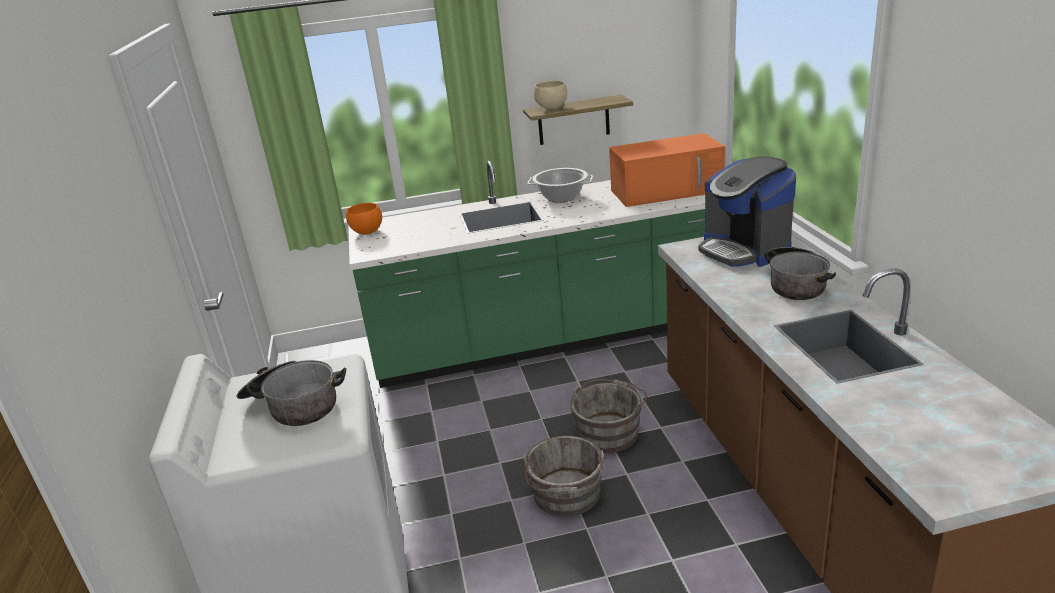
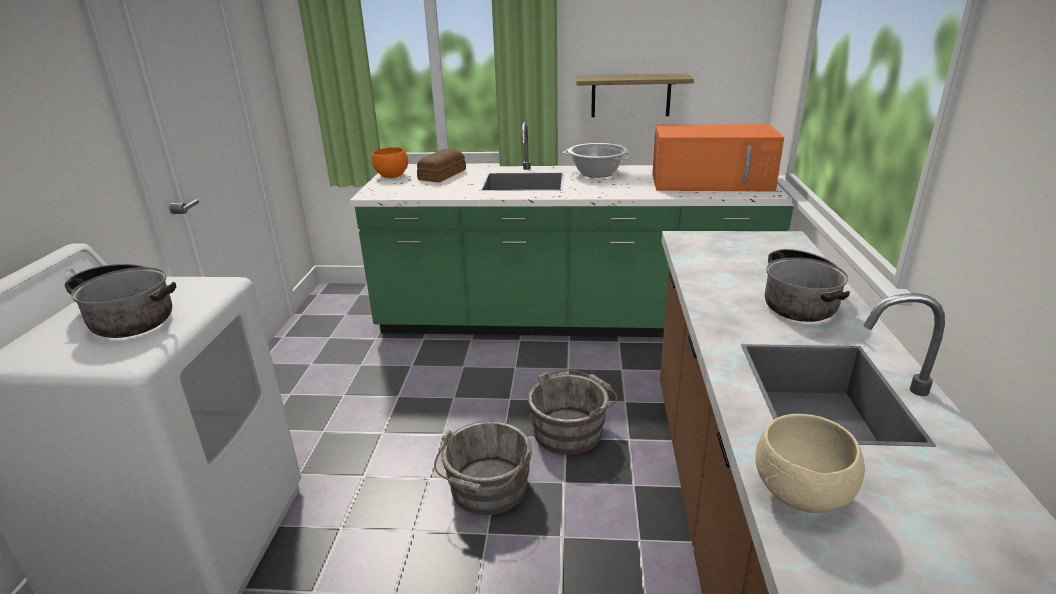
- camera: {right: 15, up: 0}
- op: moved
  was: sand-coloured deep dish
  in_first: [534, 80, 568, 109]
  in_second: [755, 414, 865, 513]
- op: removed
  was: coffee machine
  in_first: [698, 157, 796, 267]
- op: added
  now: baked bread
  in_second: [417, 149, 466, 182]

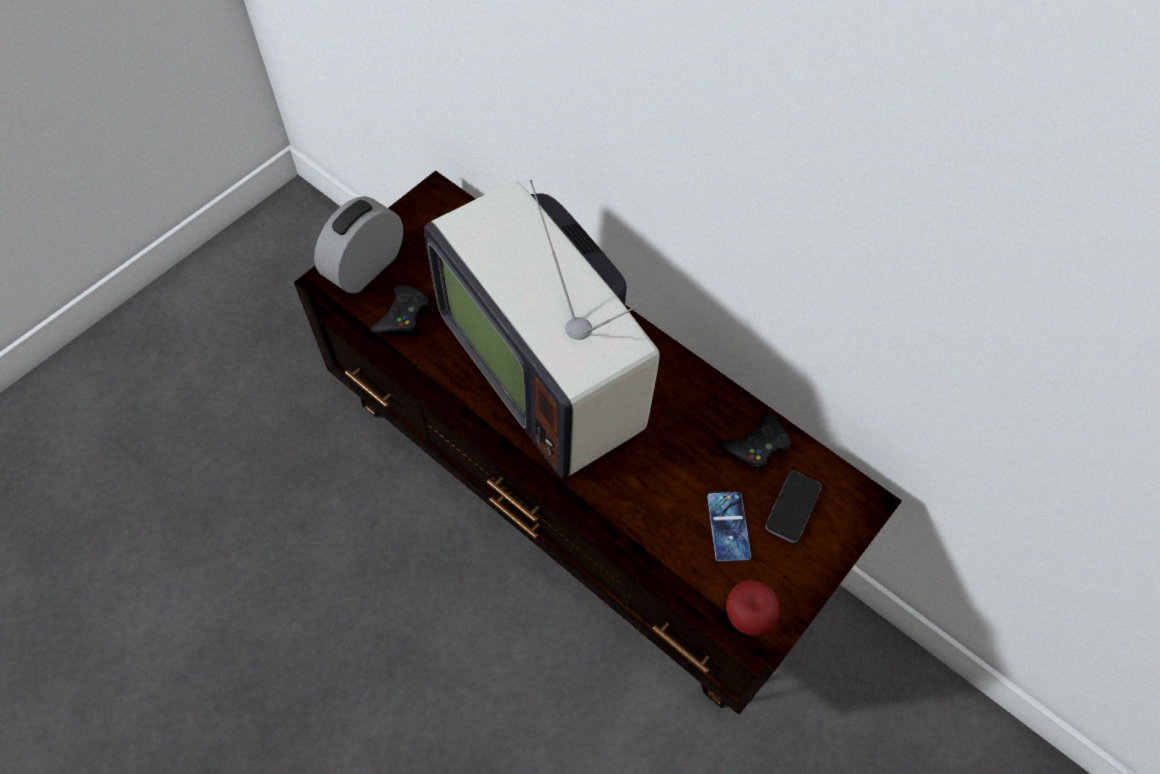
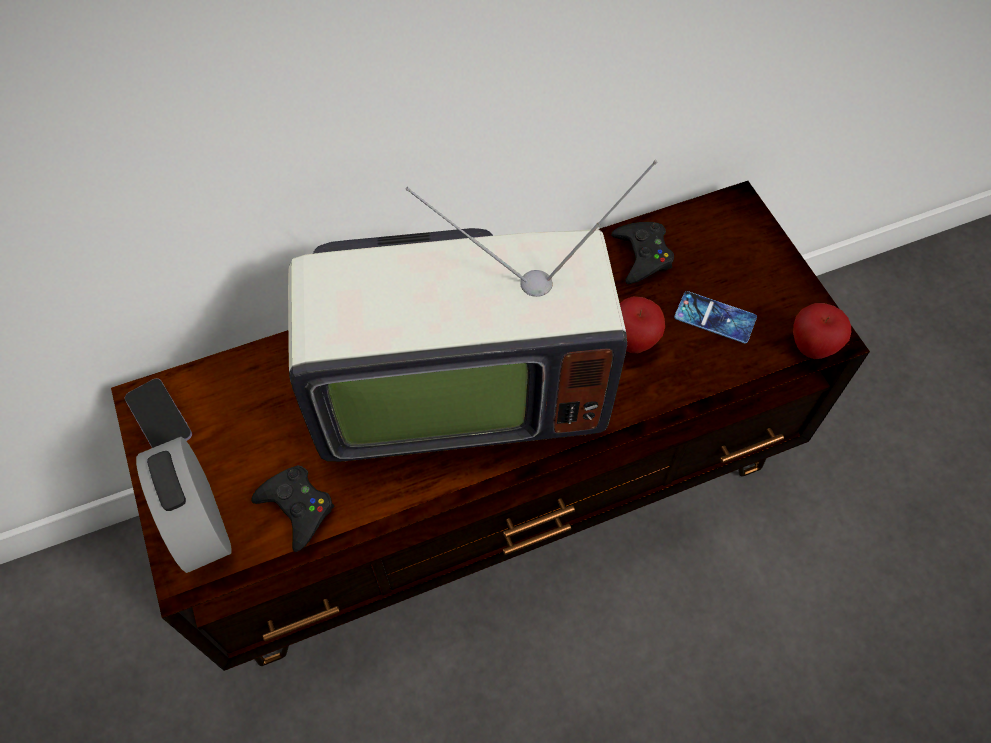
- camera: {right: -60, up: 0}
- op: moved
  was: telephone
  in_first: [765, 471, 821, 543]
  in_second: [125, 378, 192, 448]
- op: added
  now: apple
  in_second: [620, 296, 665, 353]

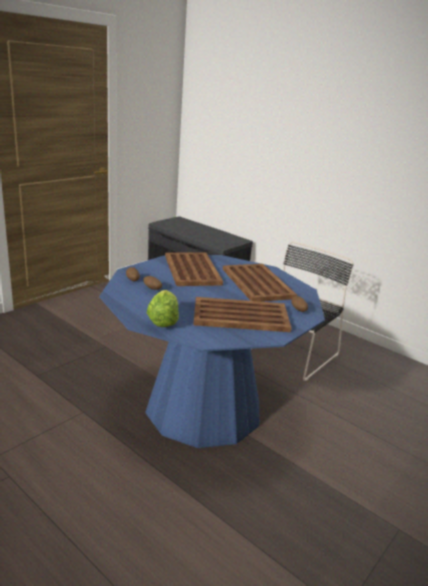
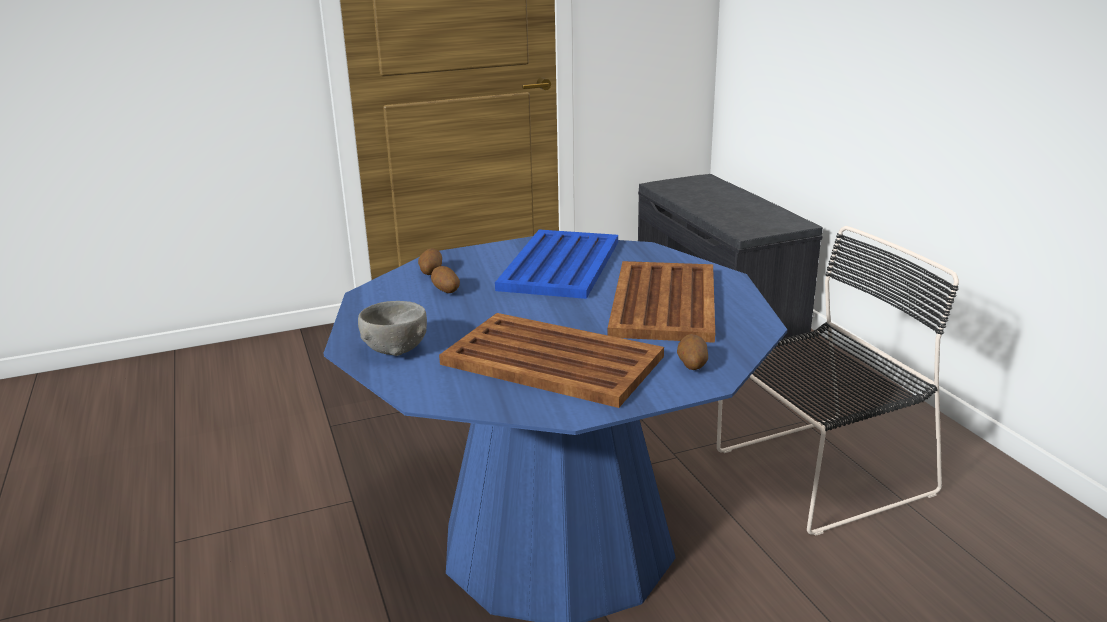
- camera: {right: 30, up: 0}
- op: replaced
  was: lettuce
  now: gray deep dish
  in_first: [146, 290, 179, 327]
  in_second: [358, 301, 427, 356]
- op: recoloured
  was: brown carrying tray
  now: bluish carrying tray
  in_first: [165, 253, 223, 286]
  in_second: [495, 230, 618, 299]

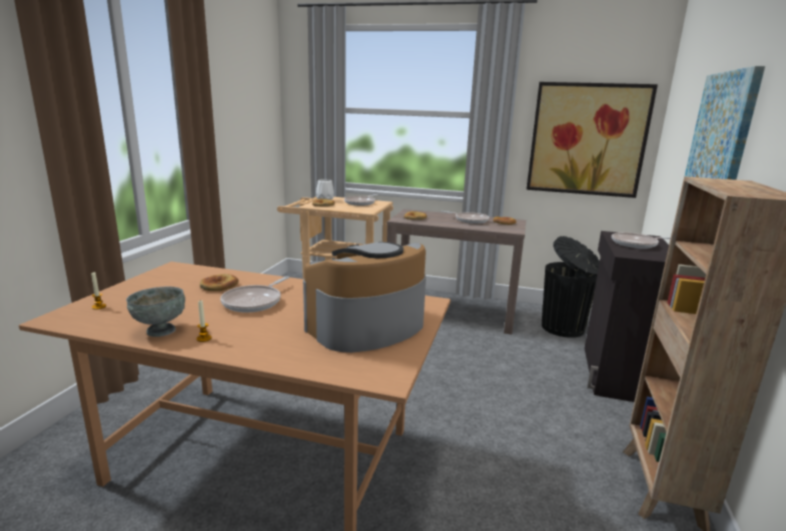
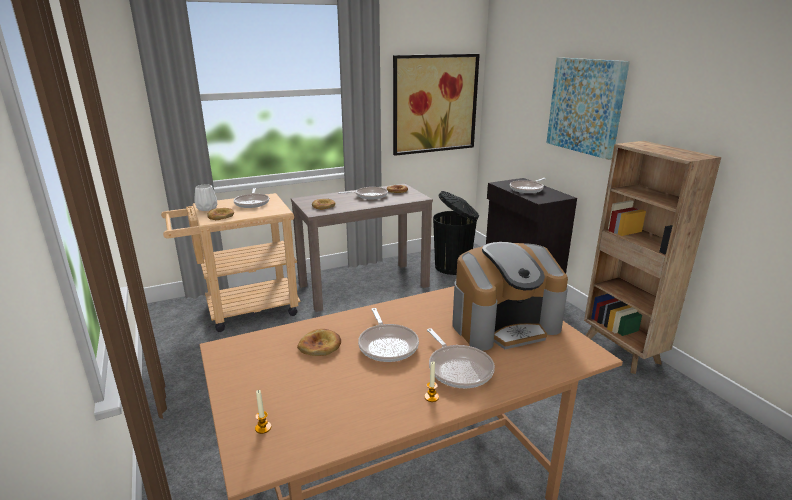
- camera: {right: -40, up: 5}
- op: removed
  was: gray deep dish
  in_first: [126, 287, 185, 337]
- op: turned
  was: coffee machine
  in_first: [303, 242, 426, 353]
  in_second: [452, 242, 568, 351]
  clockwise: -120
- op: added
  now: pan
  in_second: [427, 328, 495, 388]

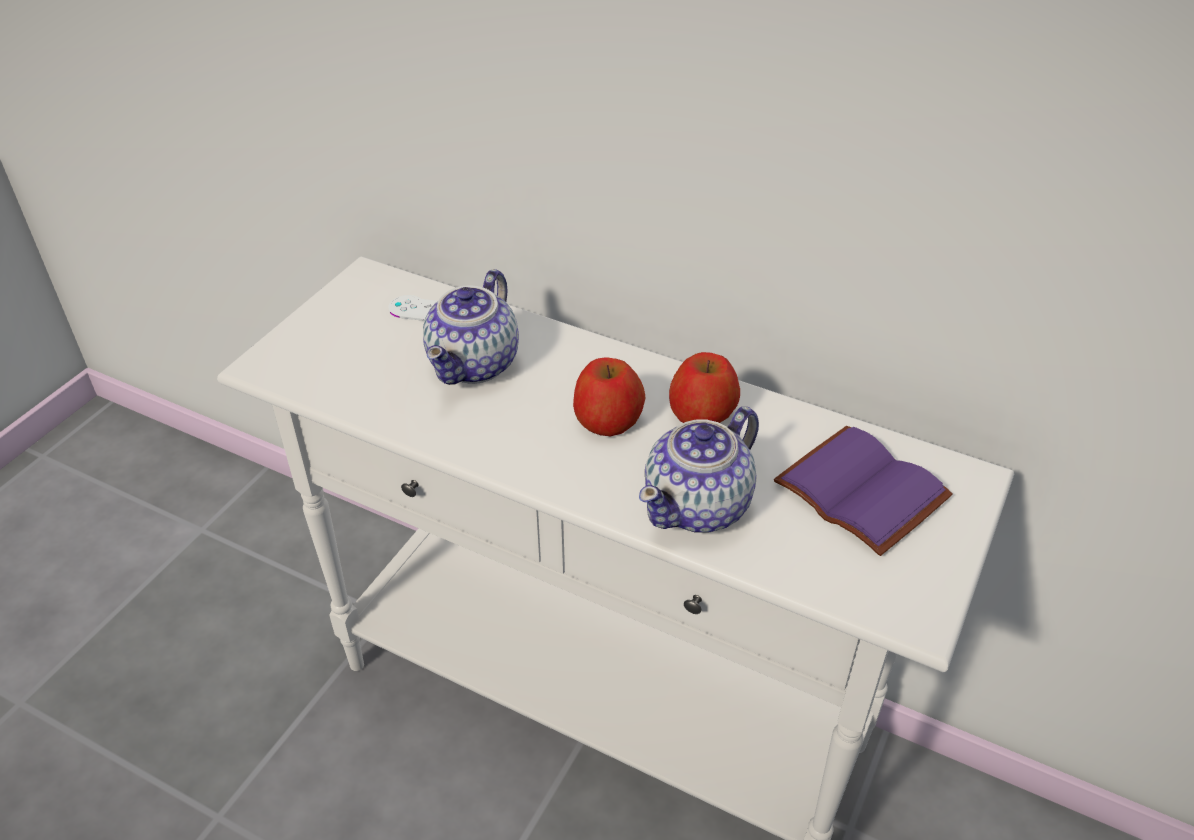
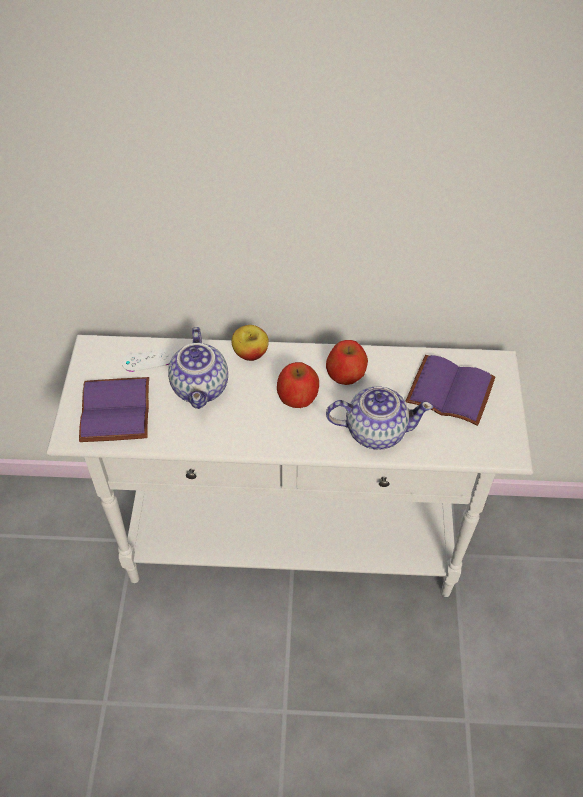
- camera: {right: -25, up: 10}
- op: turned
  was: pot for tea
  in_first: [639, 407, 759, 533]
  in_second: [326, 386, 433, 450]
  clockwise: -105
- op: added
  now: purple bound book
  in_second: [79, 377, 149, 442]
- op: added
  now: apple
  in_second: [232, 325, 269, 361]

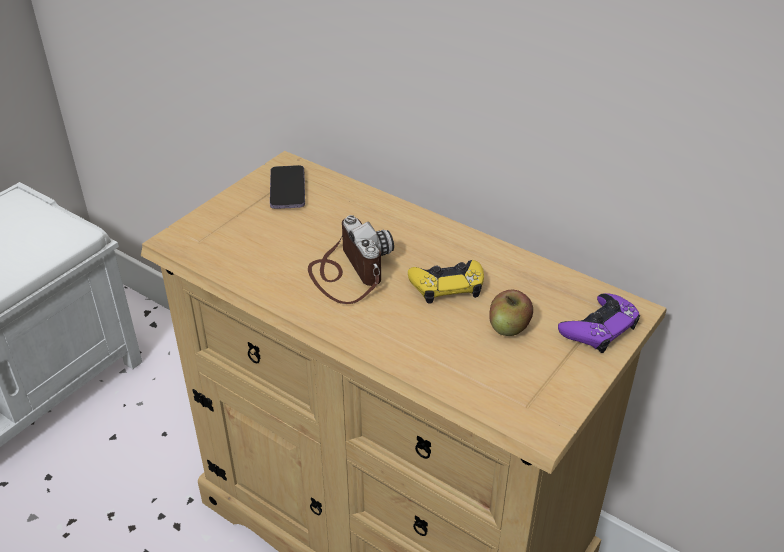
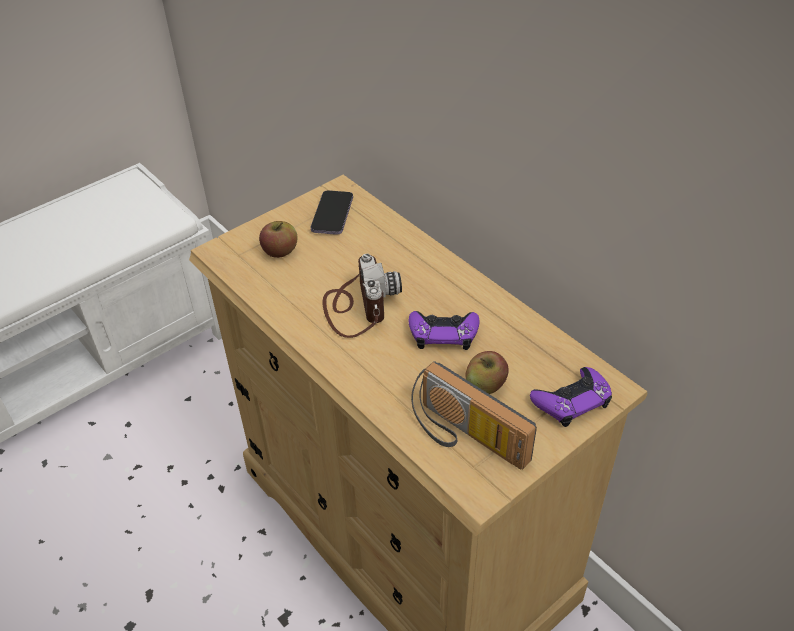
- camera: {right: 15, up: 5}
- op: recoloured
  was: yellow joypad
  now: purple joypad
  in_first: [408, 260, 484, 304]
  in_second: [409, 311, 480, 350]
- op: added
  now: apple
  in_second: [259, 221, 298, 258]
- op: added
  now: radio set
  in_second: [411, 361, 537, 469]

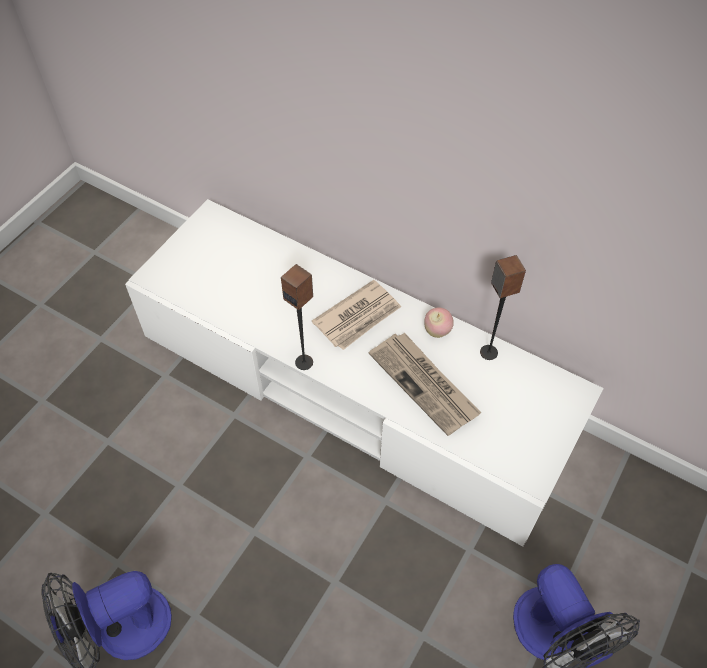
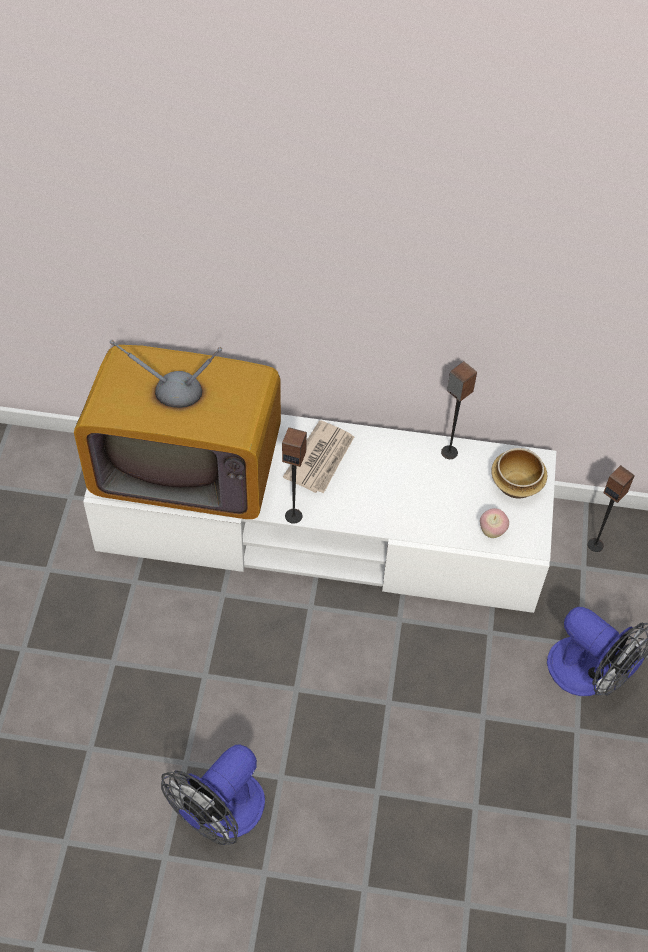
- camera: {right: -25, up: 0}
- op: removed
  was: newspaper
  in_first: [369, 333, 482, 436]
- op: moved
  was: apple
  in_first: [424, 307, 454, 338]
  in_second: [480, 508, 509, 538]
- op: added
  now: TV set
  in_second: [74, 340, 281, 519]
- op: added
  now: deep dish
  in_second: [491, 448, 547, 498]
- op: added
  now: audio speaker
  in_second: [588, 465, 635, 552]

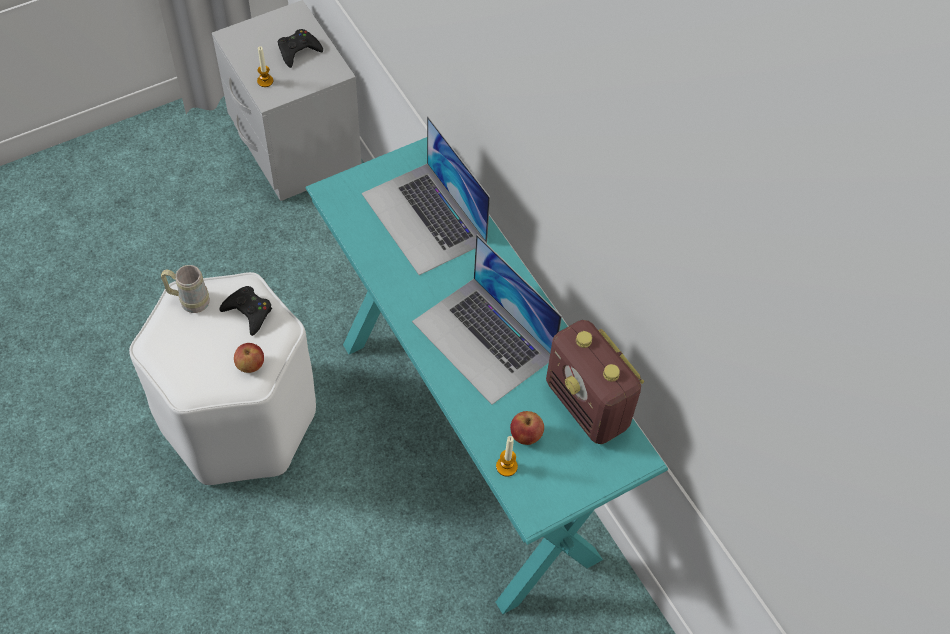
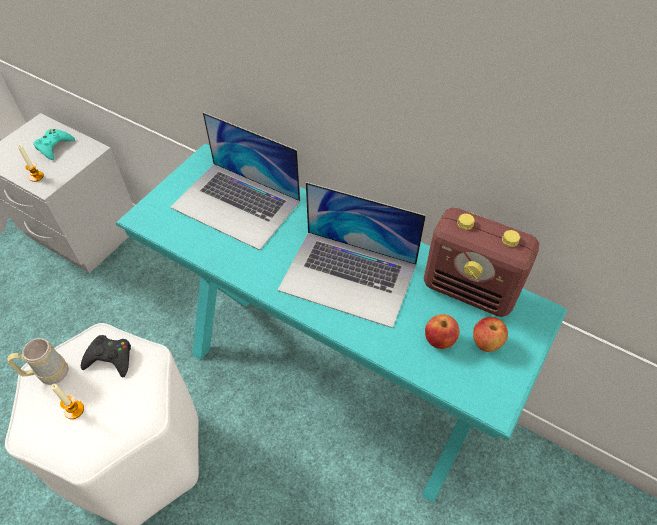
- camera: {right: -25, up: -5}
- op: moved
  was: apple
  in_first: [234, 343, 264, 373]
  in_second: [473, 317, 508, 352]
- op: recoloured
  was: black-coloured joypad
  now: turquoise joypad
  in_first: [278, 29, 323, 68]
  in_second: [33, 129, 75, 160]
- op: moved
  was: wax light
  in_first: [496, 436, 518, 477]
  in_second: [51, 384, 84, 419]

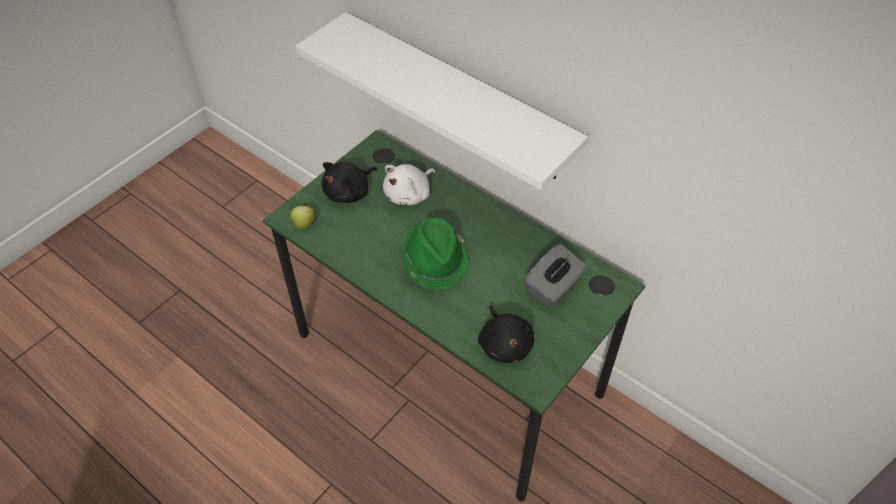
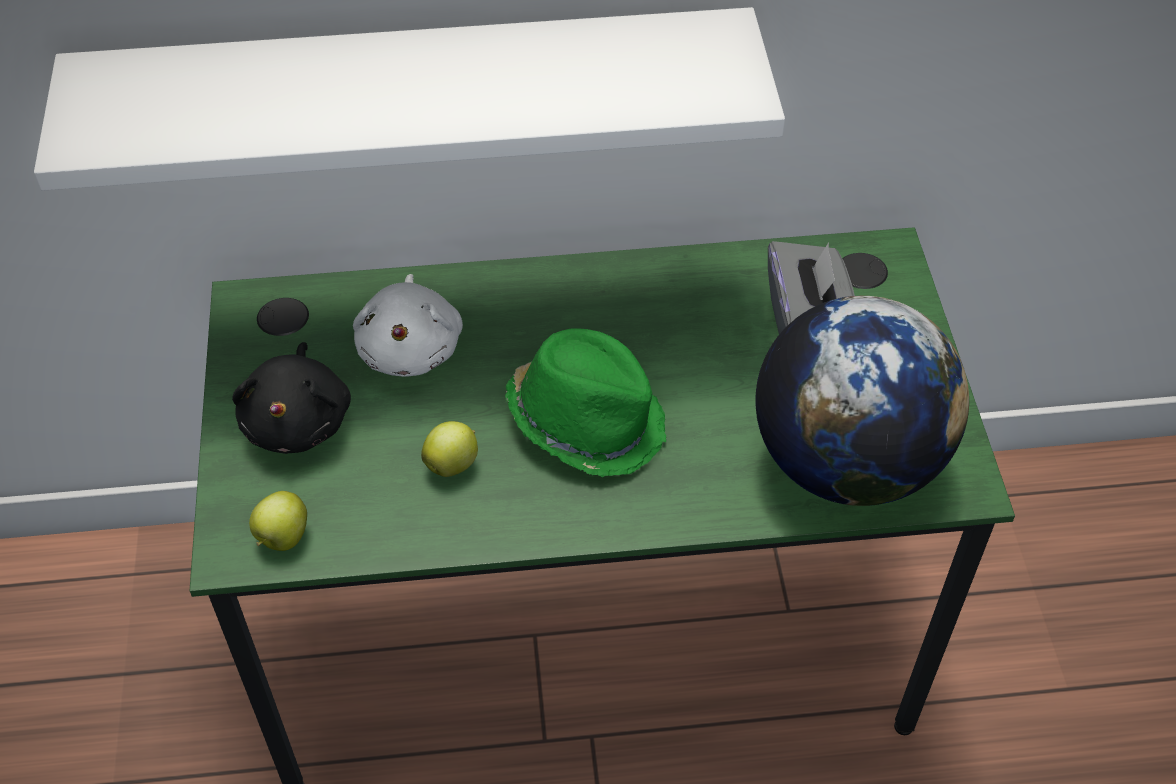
- camera: {right: -45, up: 0}
- op: replaced
  was: black-coloured soft toy
  now: world globe
  in_first: [478, 306, 534, 363]
  in_second: [755, 296, 969, 506]
- op: added
  now: apple
  in_second: [421, 421, 478, 477]

